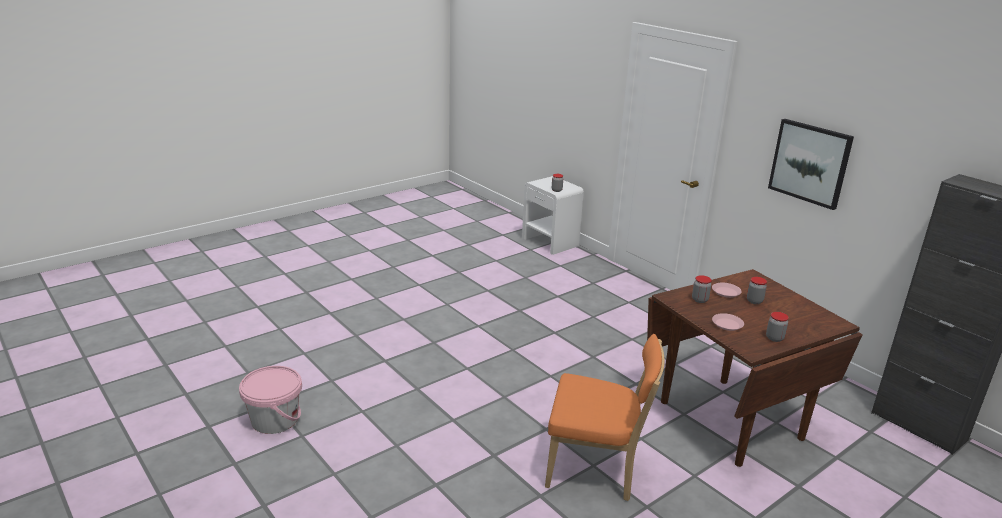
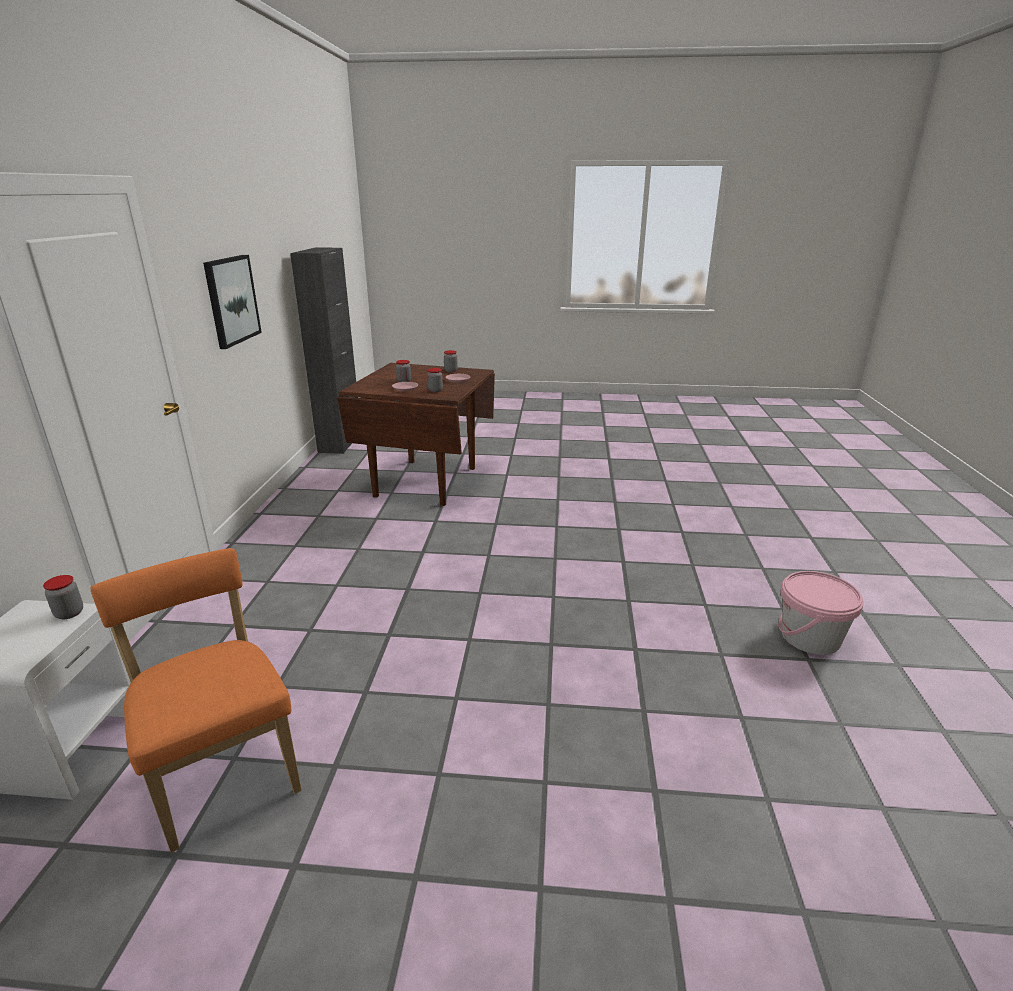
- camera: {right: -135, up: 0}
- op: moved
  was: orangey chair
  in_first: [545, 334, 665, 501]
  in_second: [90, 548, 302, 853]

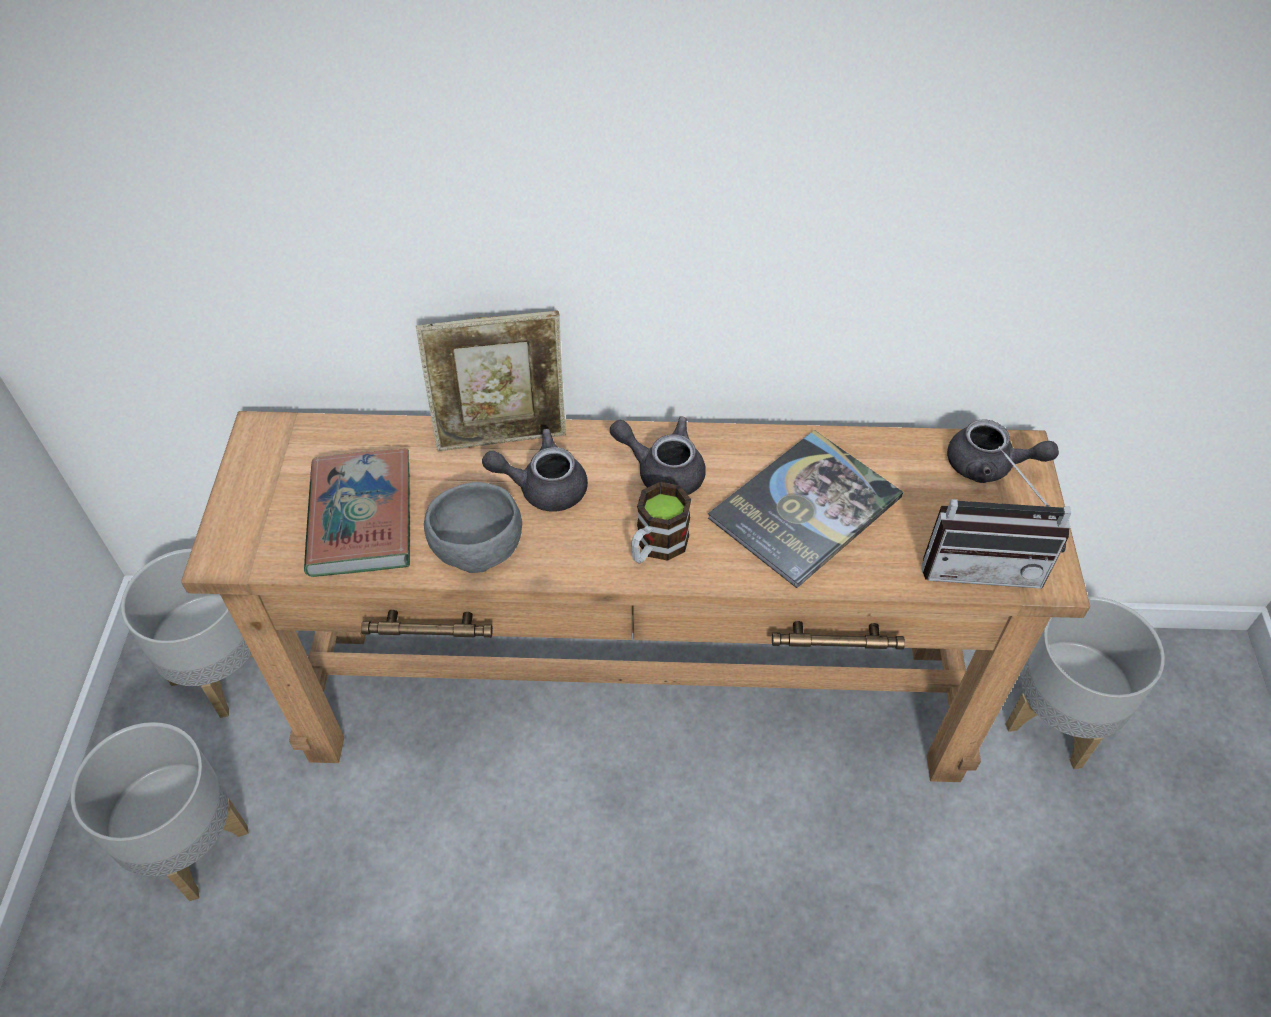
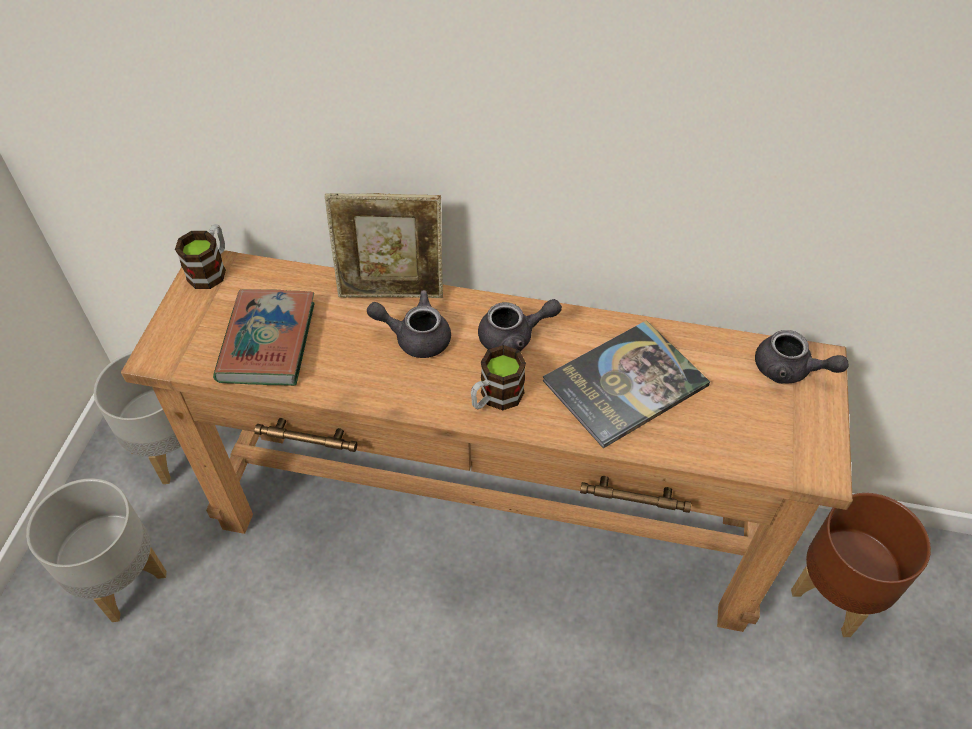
- camera: {right: 10, up: 0}
- op: removed
  was: gray deep dish
  in_first: [424, 482, 522, 573]
- op: turned
  was: gray pot for tea
  in_first: [610, 416, 706, 495]
  in_second: [478, 299, 562, 352]
  clockwise: 135
- op: removed
  was: radio set
  in_first: [922, 446, 1071, 589]
- op: recoloured
  was: gray flower pot
  now: brown flower pot
  in_first: [1005, 596, 1165, 769]
  in_second: [791, 493, 931, 637]
- op: added
  now: mug
  in_second: [175, 224, 226, 289]

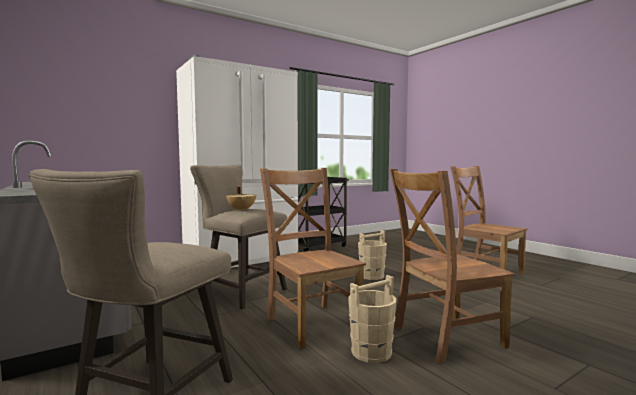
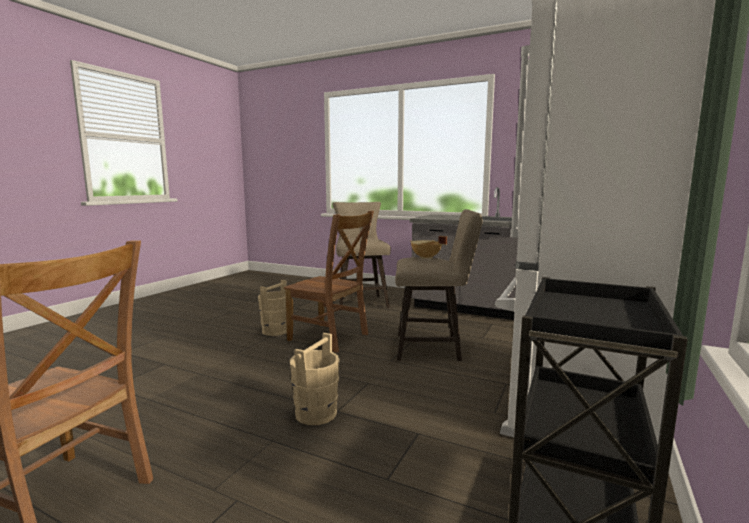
- camera: {right: 150, up: 5}
- op: removed
  was: brown chair
  in_first: [390, 169, 515, 364]

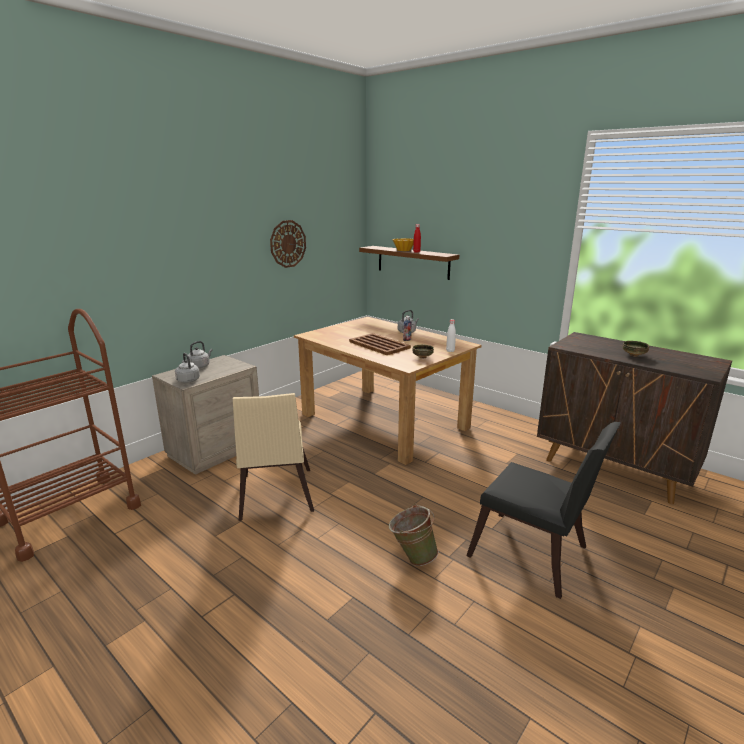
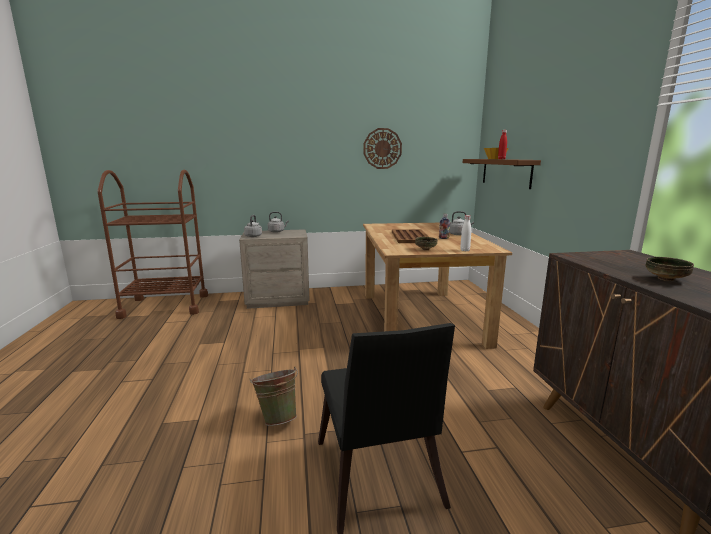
- camera: {right: 40, up: -5}
- op: removed
  was: sand-coloured chair
  in_first: [233, 393, 314, 521]

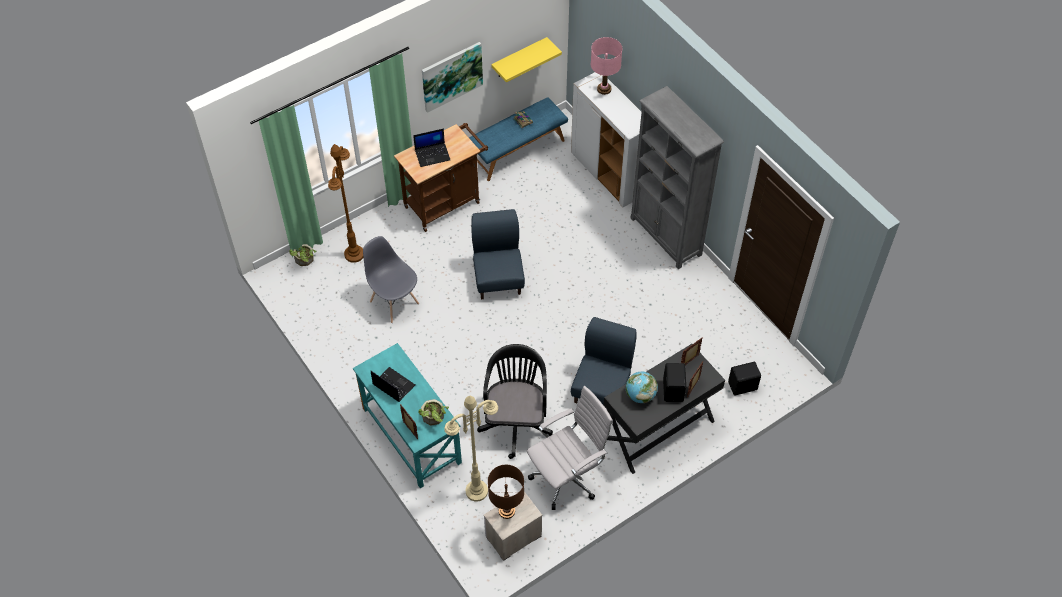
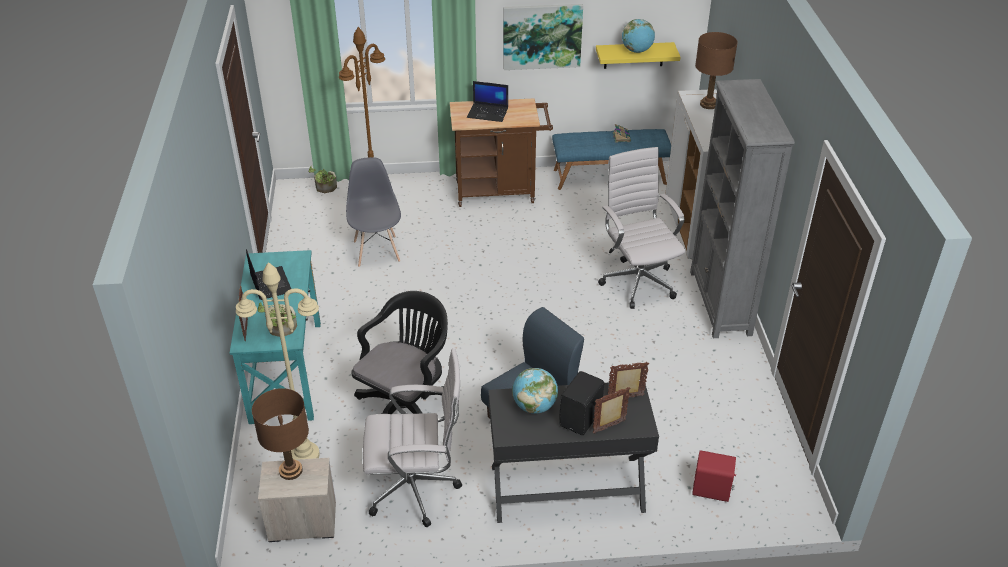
- camera: {right: 30, up: -15}
- op: removed
  was: bluish chair
  in_first: [471, 209, 525, 300]
- op: recoloured
  was: pink lamp for a table
  now: brown lamp for a table
  in_first: [591, 37, 622, 95]
  in_second: [695, 32, 738, 109]
- op: recoloured
  was: black-coloured audio speaker
  now: red-coloured audio speaker
  in_first: [728, 362, 761, 396]
  in_second: [692, 450, 736, 502]
- op: added
  now: white-coloured computer chair
  in_second: [598, 147, 685, 309]
- op: added
  now: world globe
  in_second: [622, 19, 655, 53]

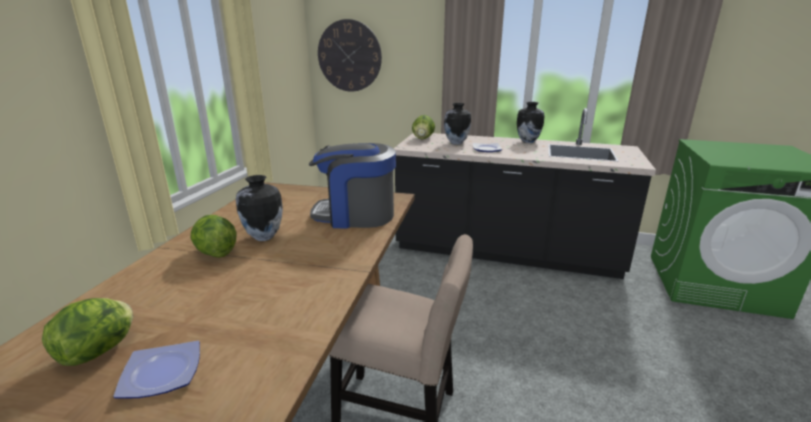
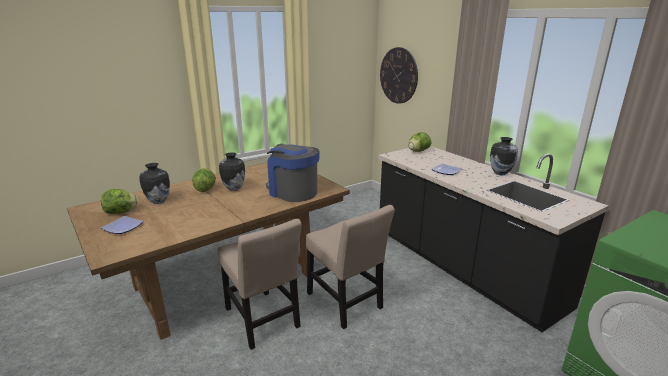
- camera: {right: 40, up: 0}
- op: moved
  was: vase
  in_first: [444, 103, 471, 145]
  in_second: [139, 163, 170, 204]
- op: added
  now: sand-coloured chair
  in_second: [306, 205, 395, 329]

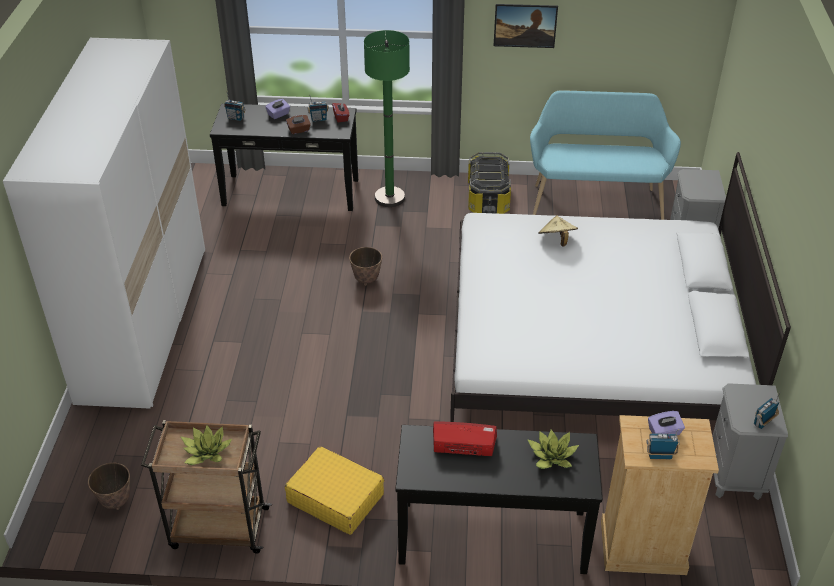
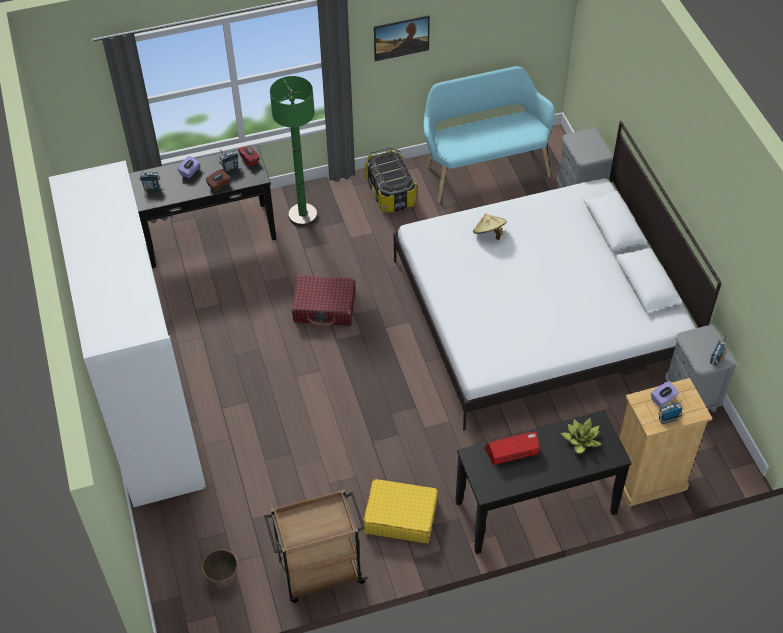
- camera: {right: -20, up: 10}
- op: removed
  was: potted plant
  in_first: [180, 425, 232, 465]
- op: replaced
  was: flower pot
  now: red-coloured suitcase
  in_first: [349, 247, 382, 286]
  in_second: [292, 275, 355, 327]

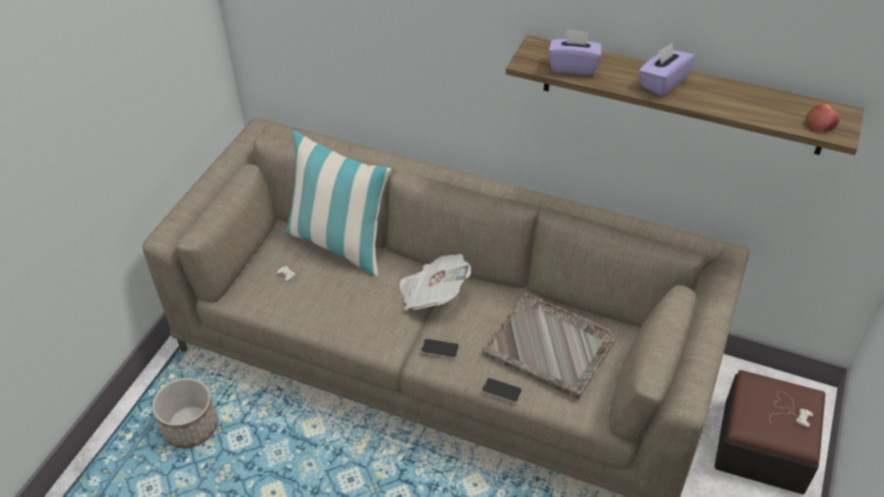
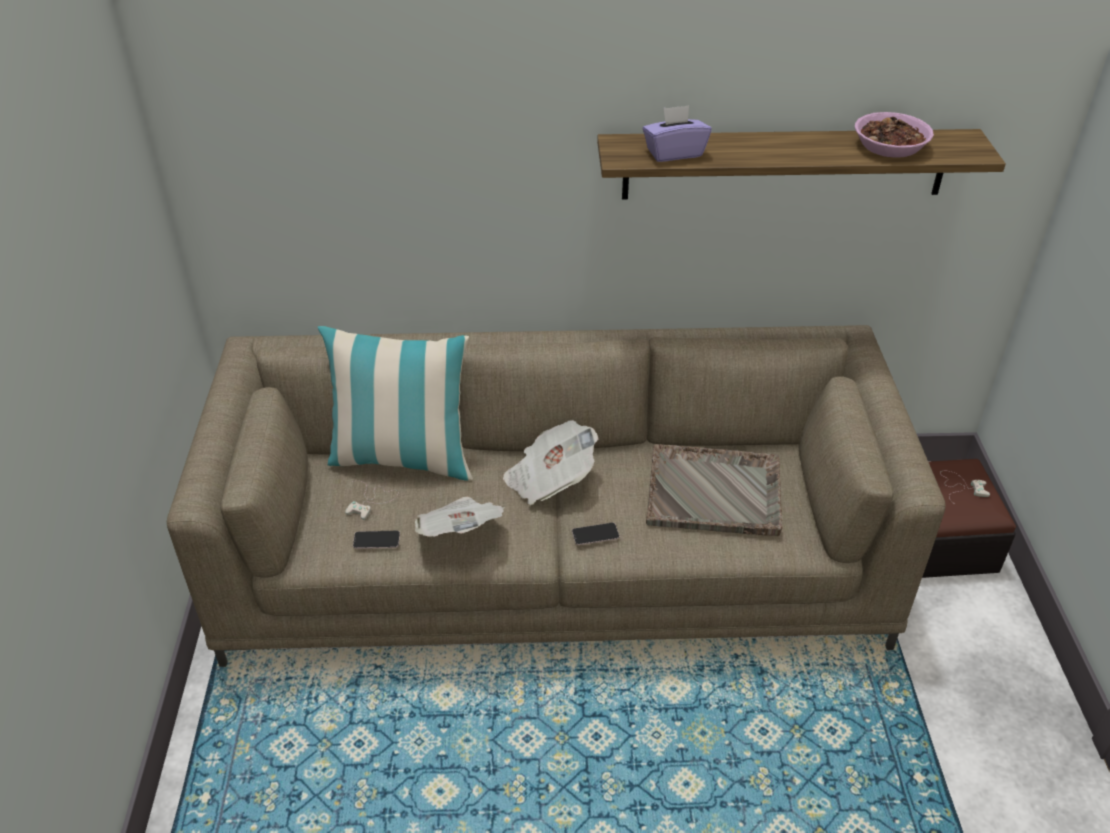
- camera: {right: -25, up: -5}
- op: removed
  was: flower pot
  in_first: [152, 378, 218, 448]
- op: moved
  was: telephone
  in_first: [482, 378, 522, 403]
  in_second: [353, 531, 400, 549]
- op: removed
  was: purple tissue holder
  in_first: [639, 43, 695, 96]
- op: removed
  was: apple
  in_first: [806, 104, 839, 132]
- op: added
  now: newspaper
  in_second: [415, 496, 504, 537]
- op: added
  now: deep dish
  in_second: [855, 112, 934, 158]

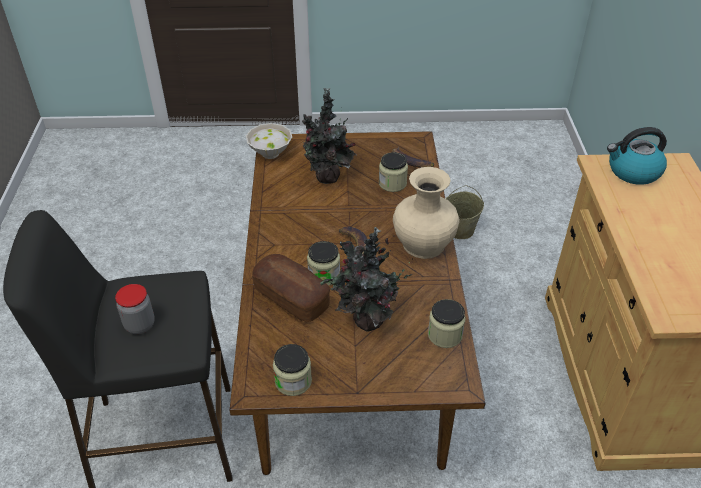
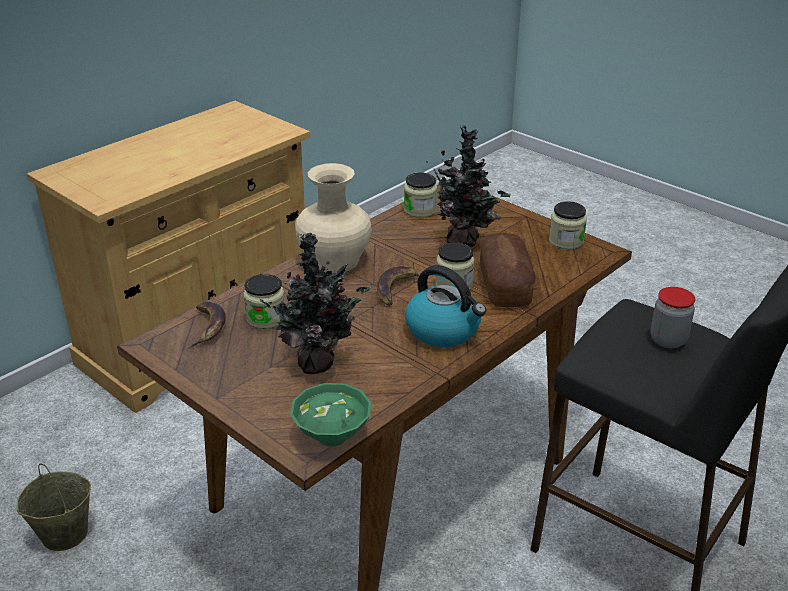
- camera: {right: -135, up: -10}
- op: recoloured
  was: white-coloured deep dish
  now: green deep dish
  in_first: [246, 123, 292, 159]
  in_second: [290, 383, 371, 446]
- op: moved
  was: tea kettle
  in_first: [607, 127, 667, 185]
  in_second: [405, 265, 486, 347]

